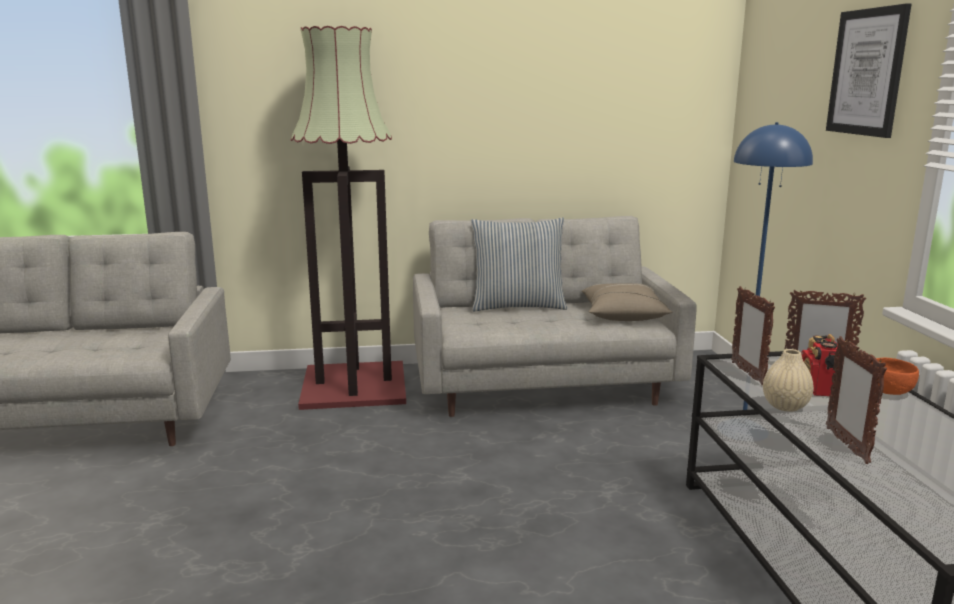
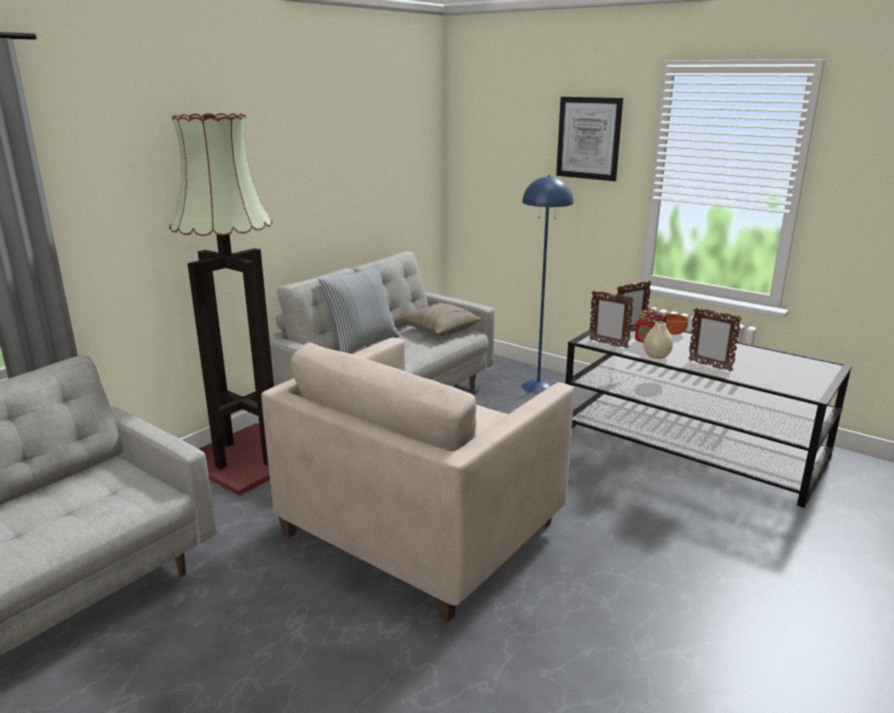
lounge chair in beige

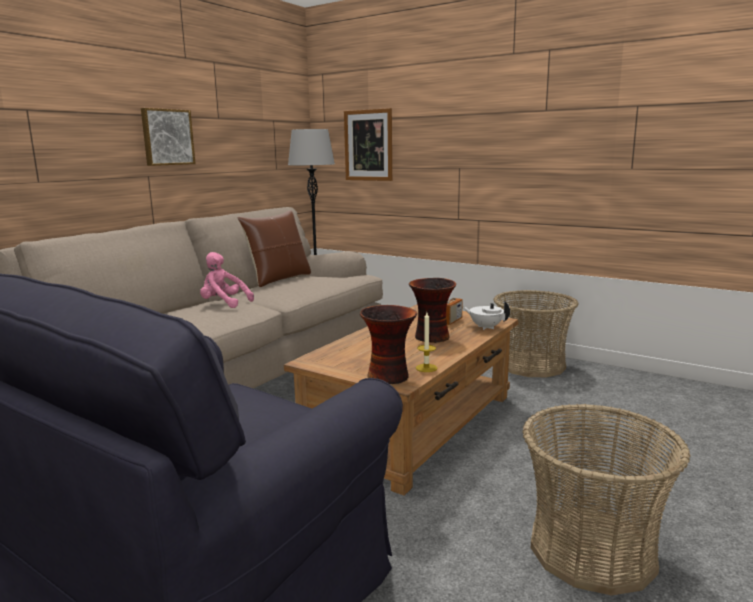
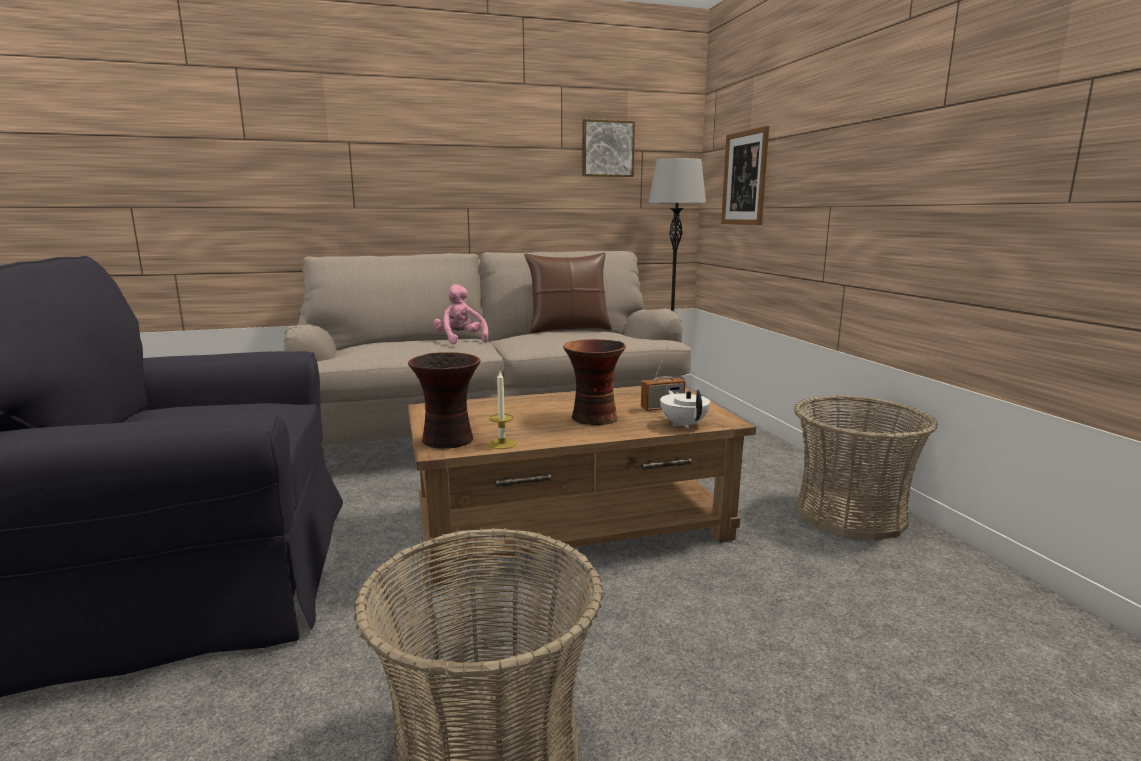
wall picture (no. 1 from left)

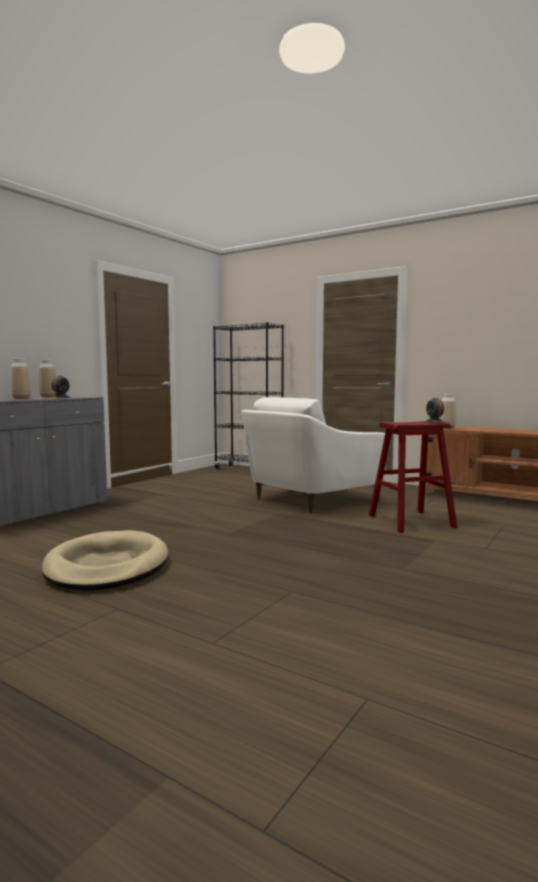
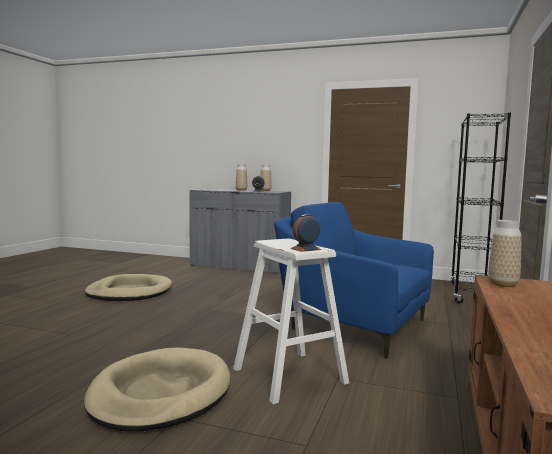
dog bed in beige (no. 2 from left)
lounge chair in blue
stool seat in white-coloured

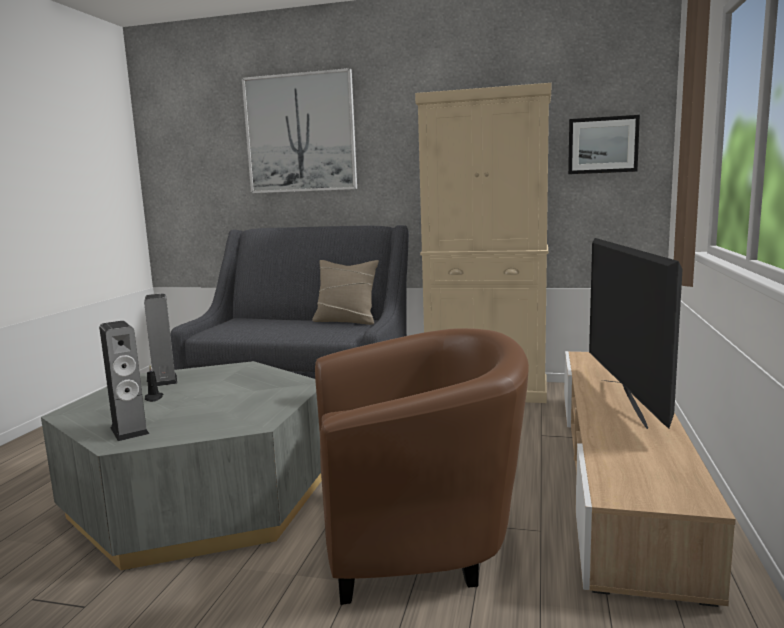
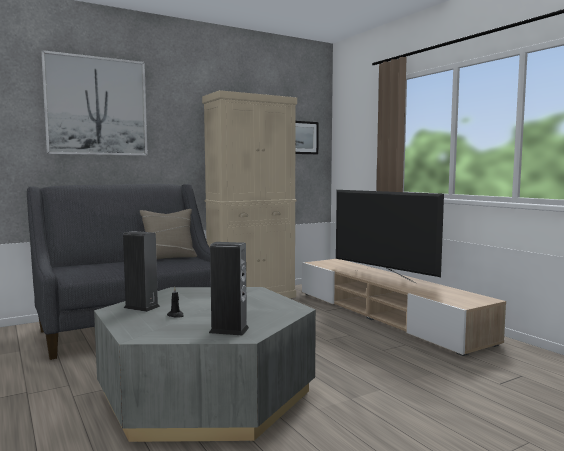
lounge chair in brownish

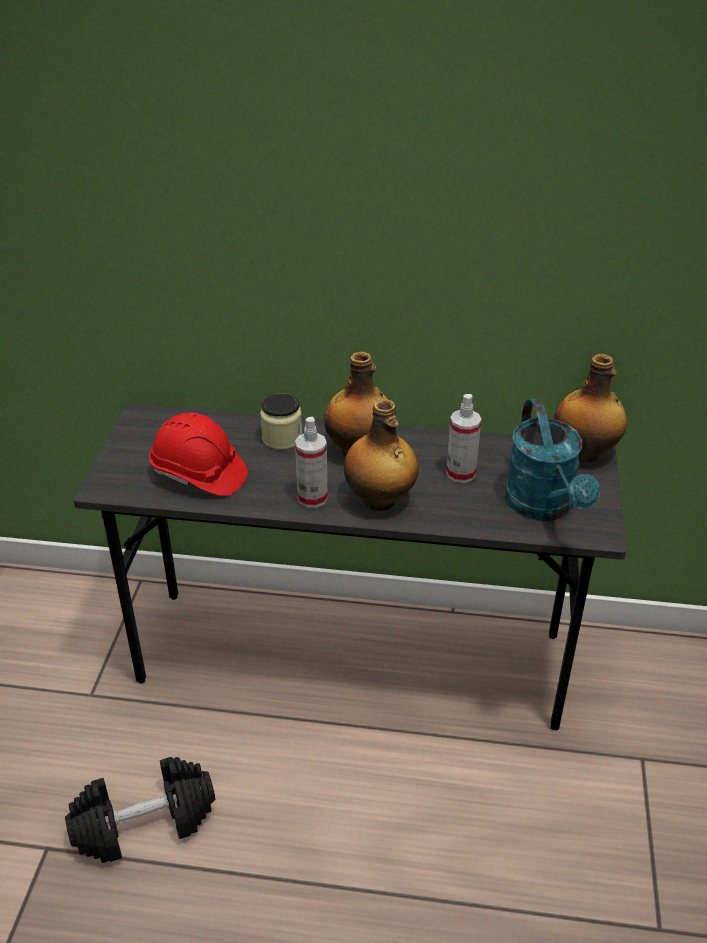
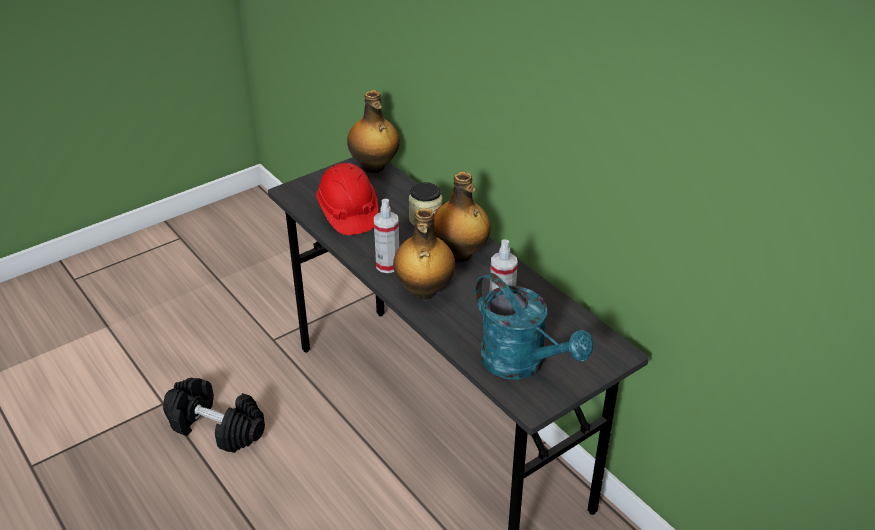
bottle (no. 1 from left)
sprinkling can in blue-green

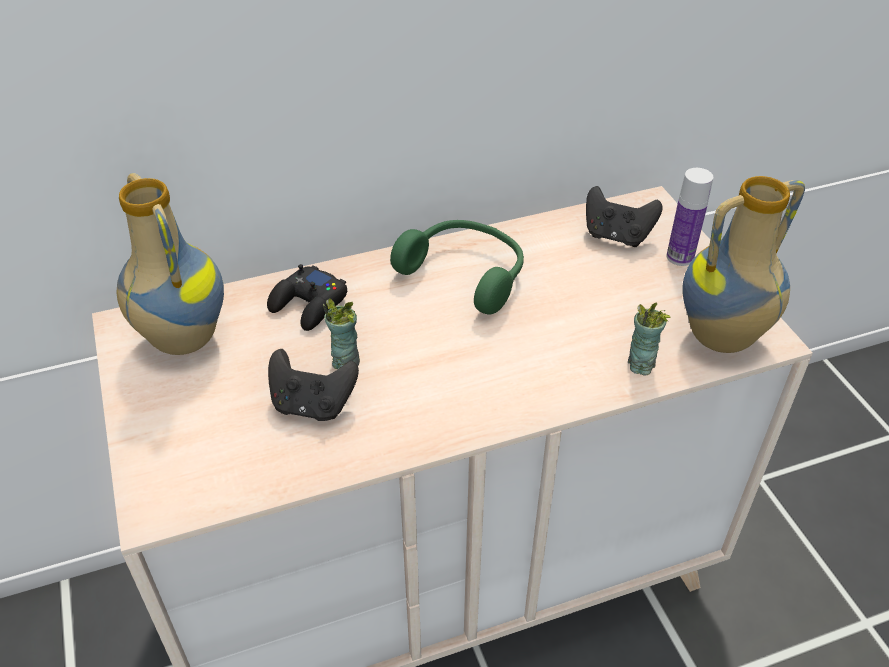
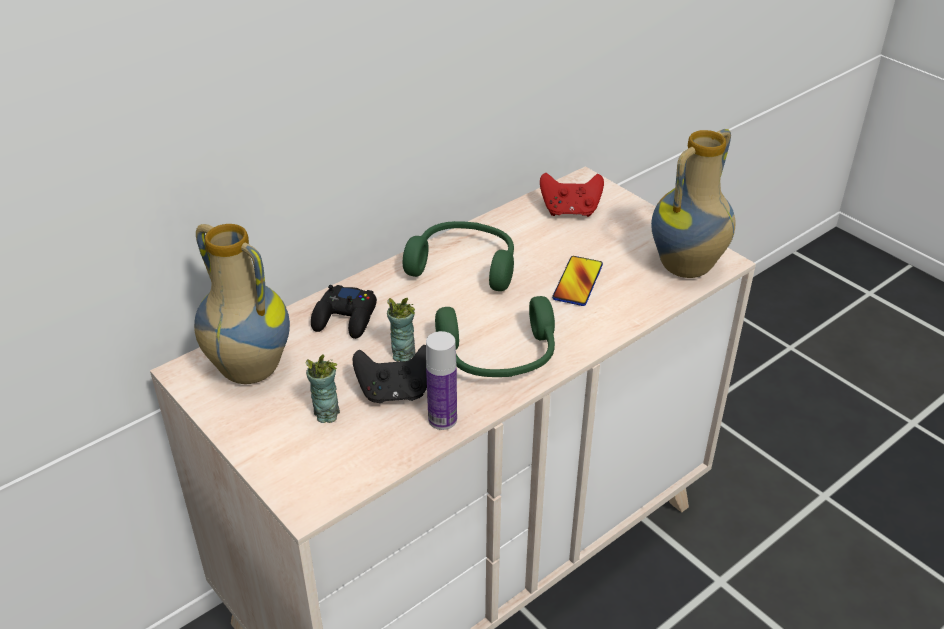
pair of headphones in greenish (no. 2 from left)
handset
cup (no. 1 from left)
bottle
joypad in red

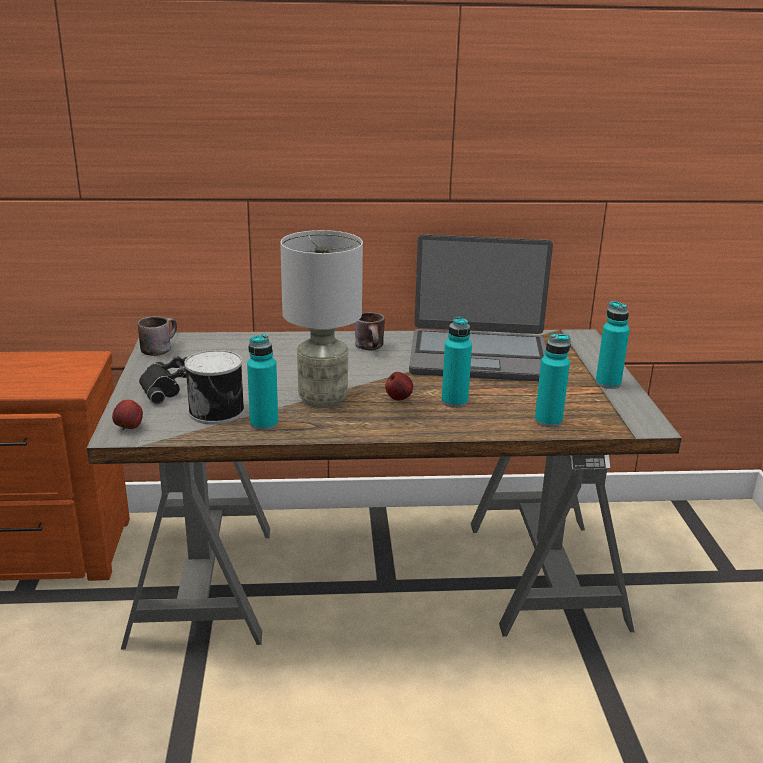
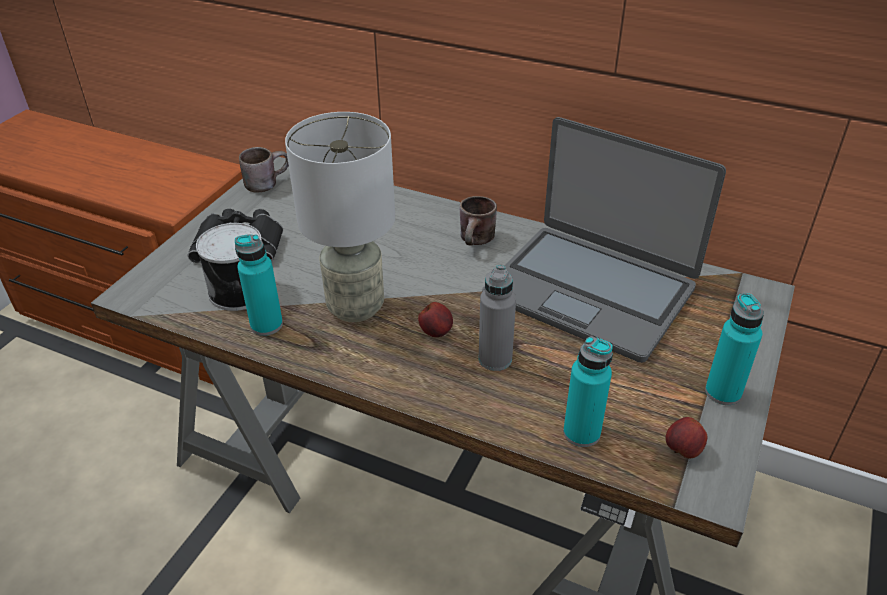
apple fruit (no. 2 from left)
bottle in grey

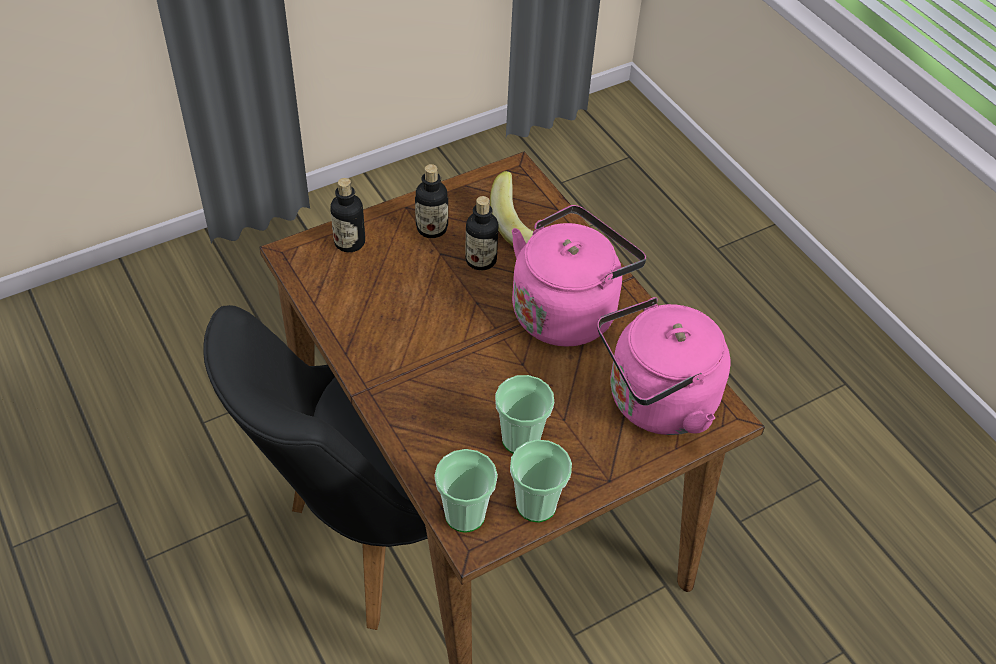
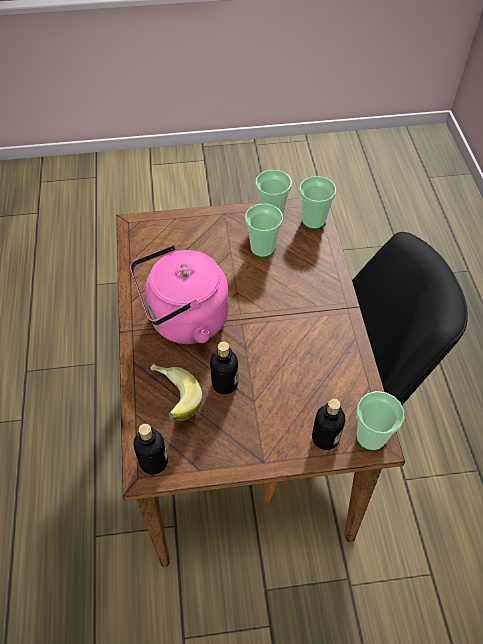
water kettle in pink-coloured (no. 2 from left in the first image)
cup (no. 4 from left)
bottle (no. 1 from left)

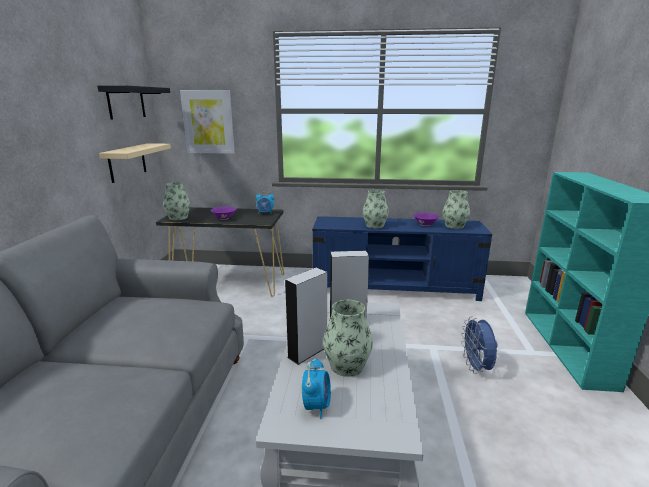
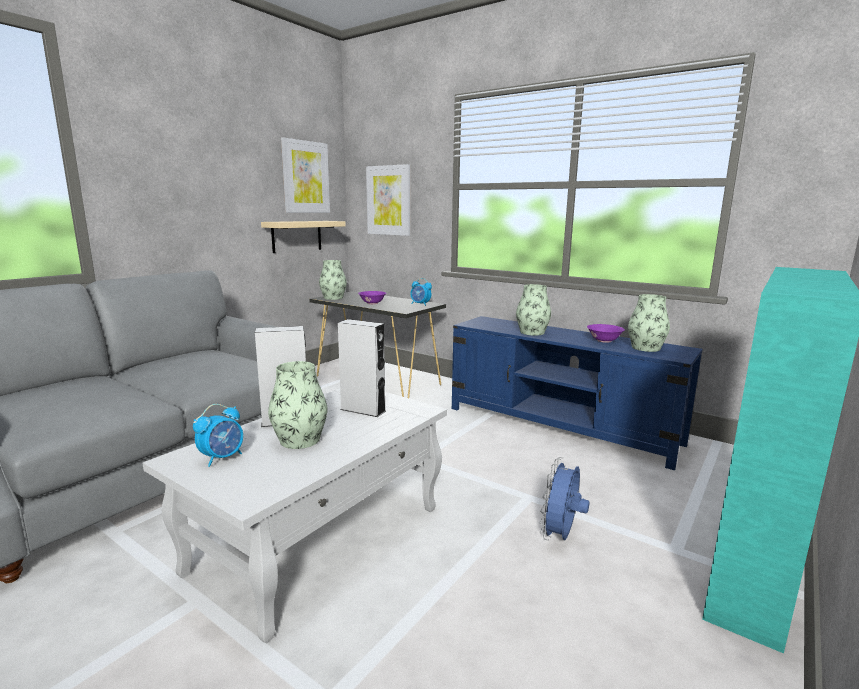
wall picture (no. 1 from left)

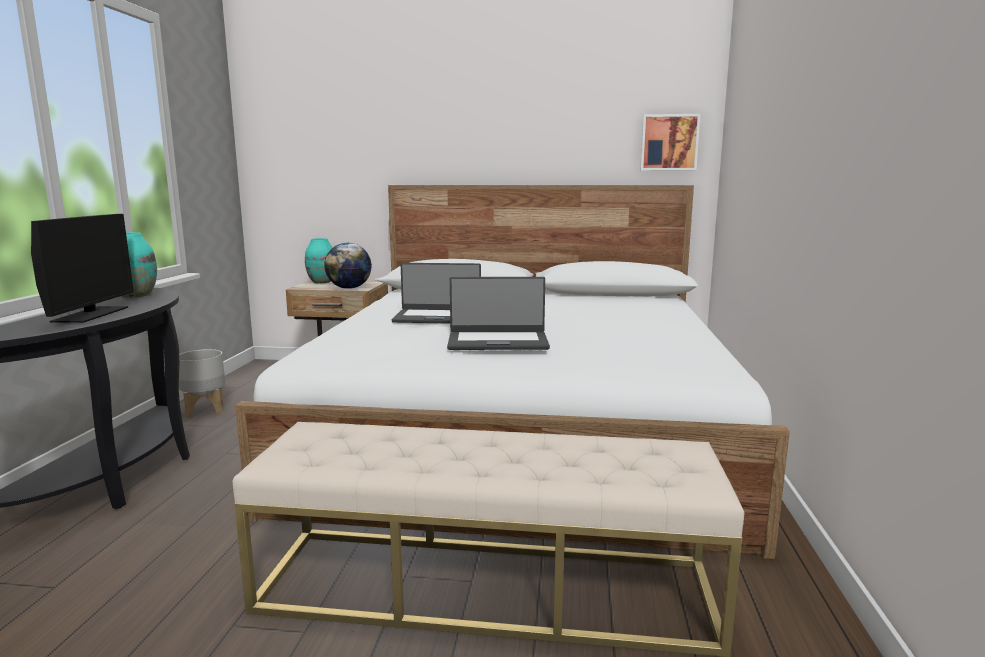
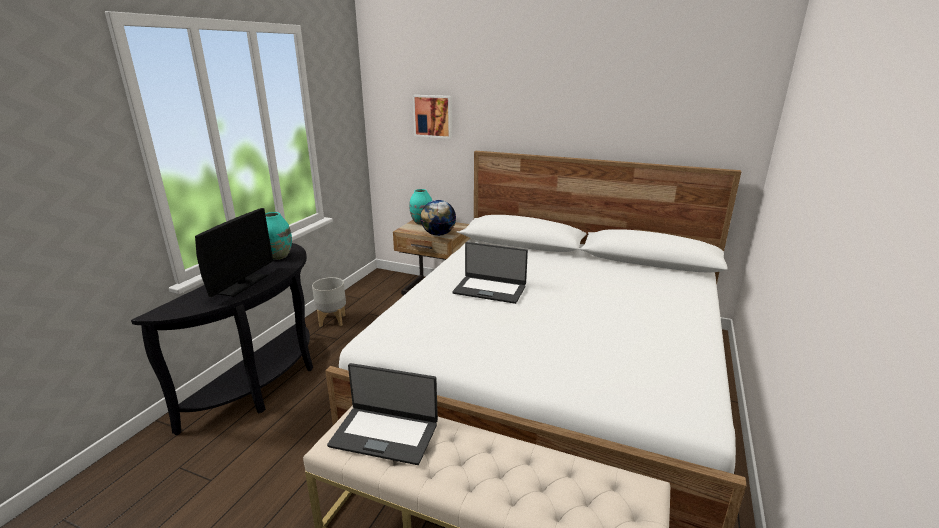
notebook computer (no. 1 from left)
wall picture

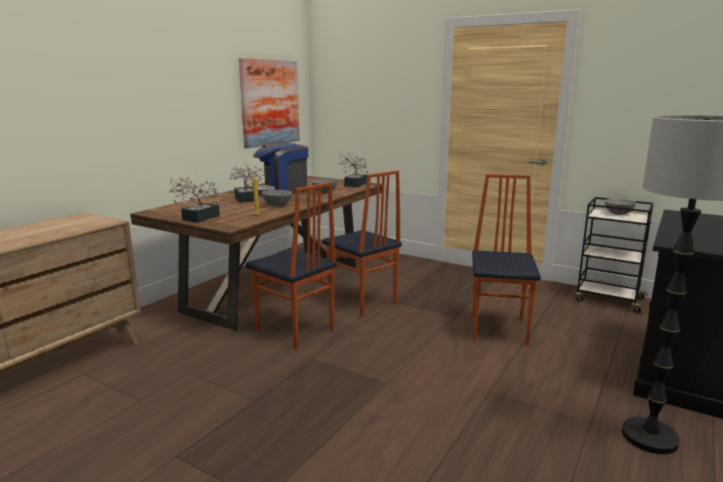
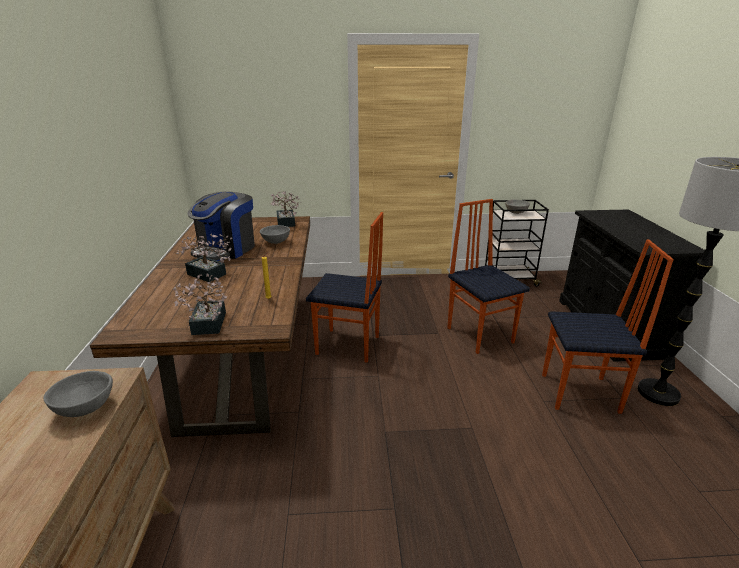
wall picture
chair (no. 3 from left)
serving bowl in grey (no. 1 from left)

